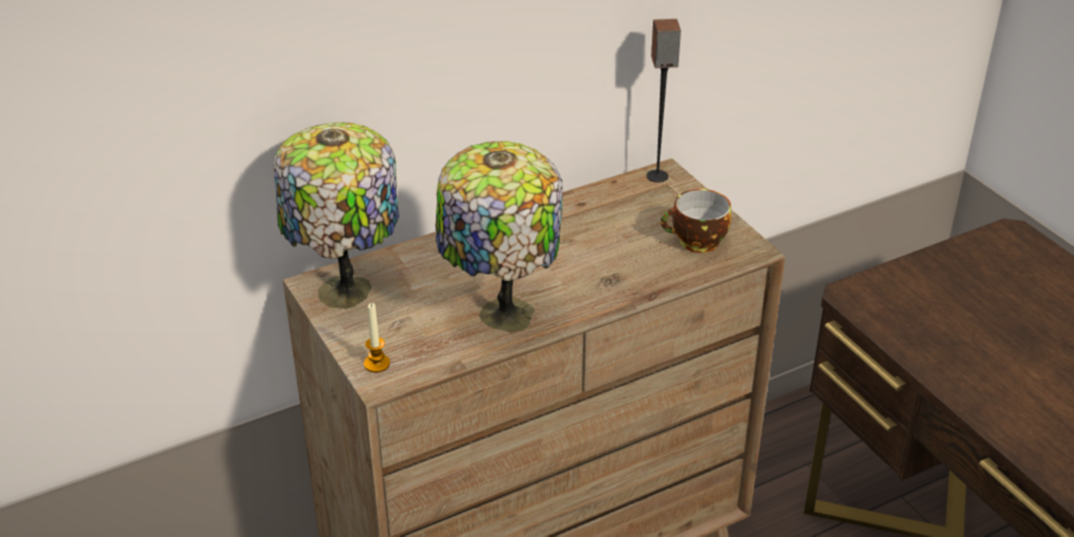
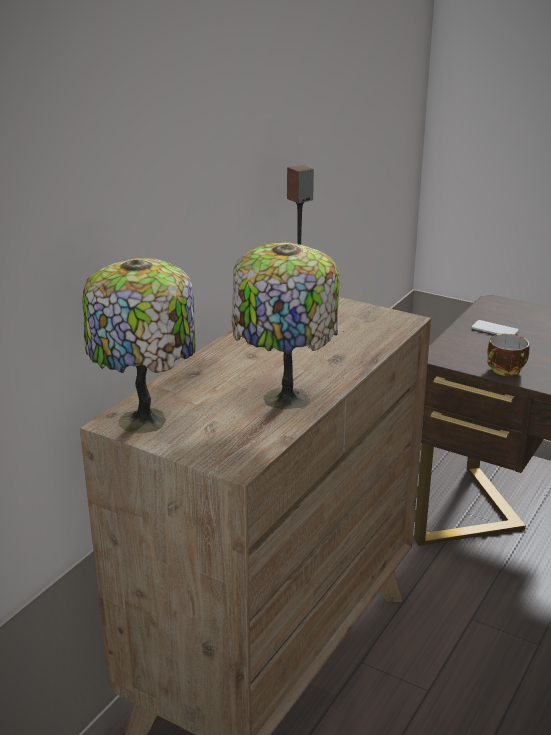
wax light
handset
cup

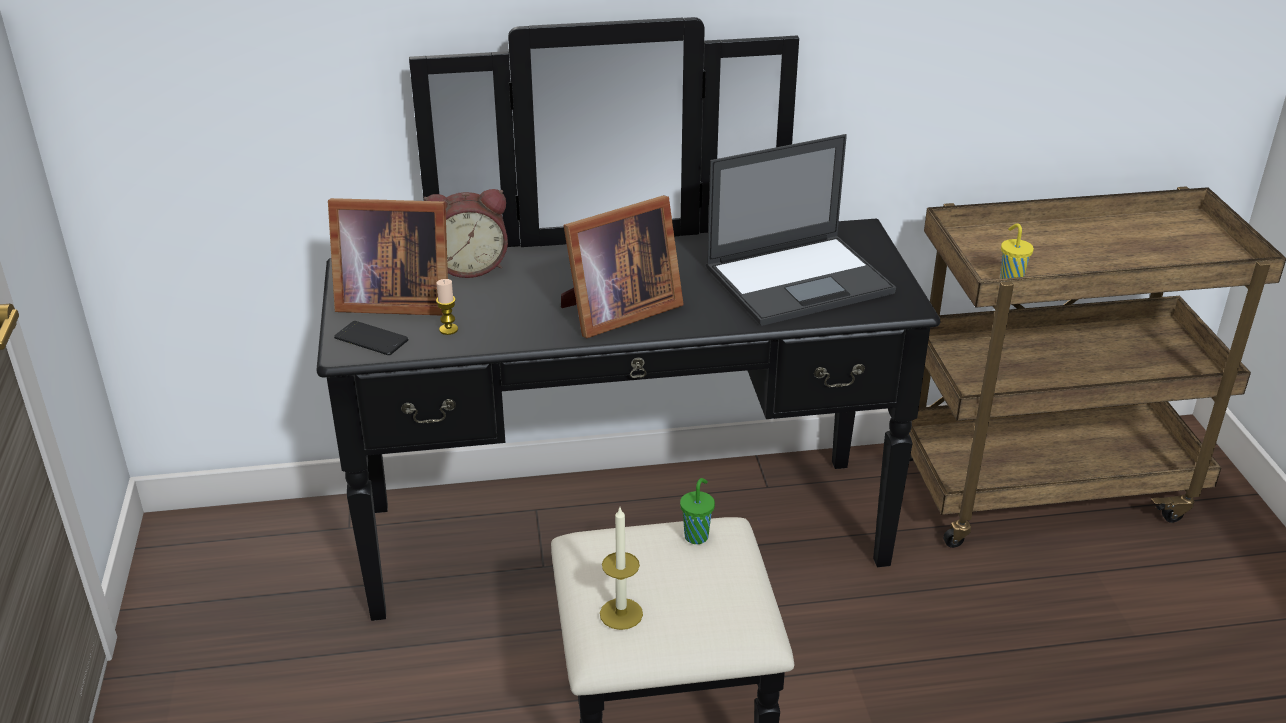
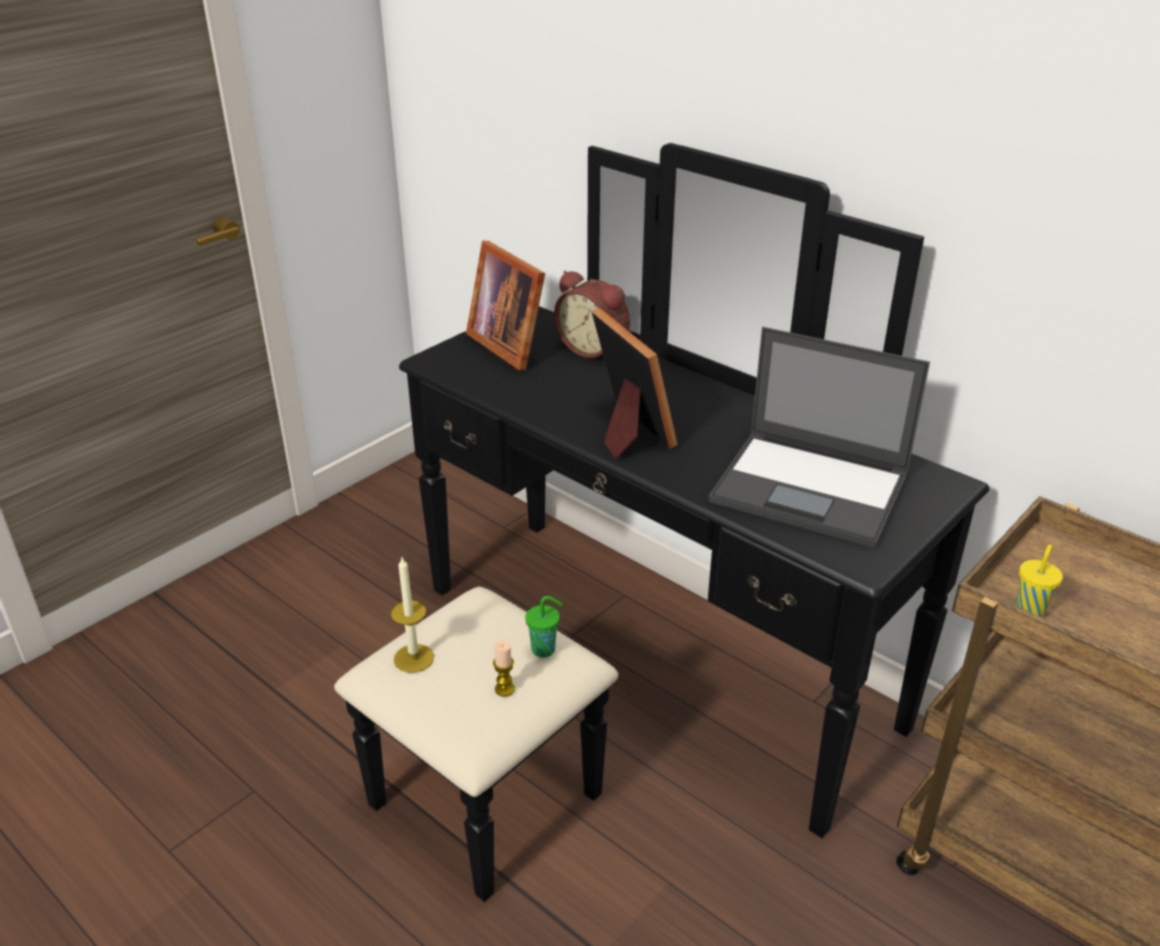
handset
wax light (no. 2 from left)
standing frame (no. 2 from left)

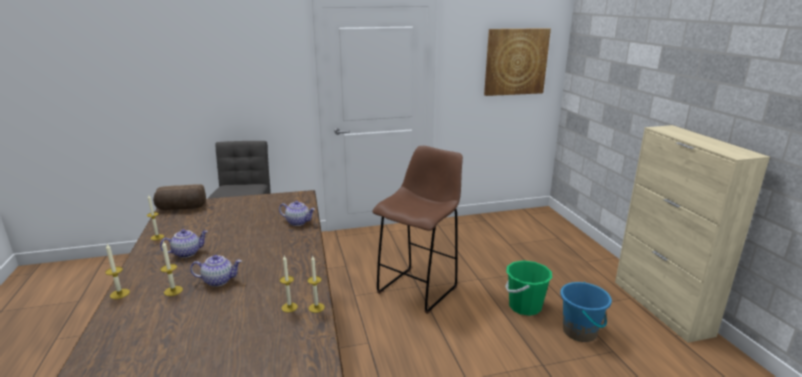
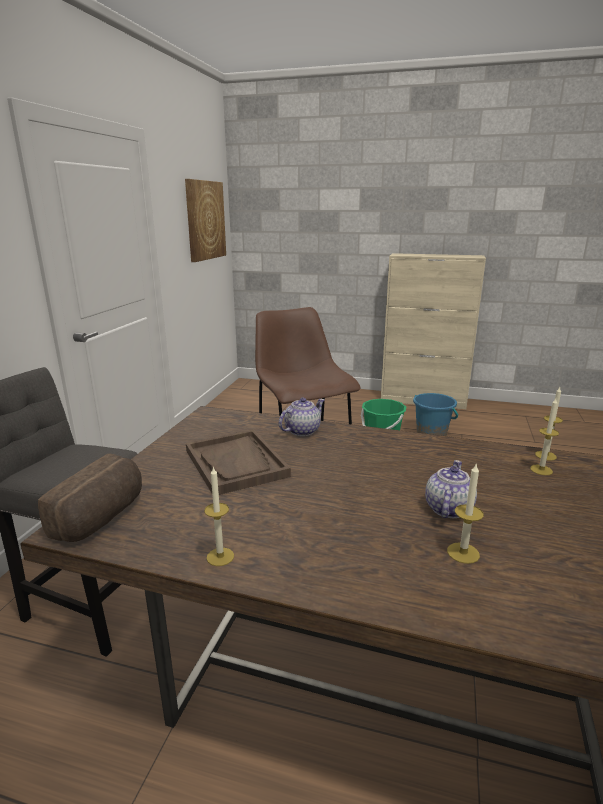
wax light (no. 1 from left in the first image)
tea pot (no. 1 from left in the first image)
serving tray in brownish

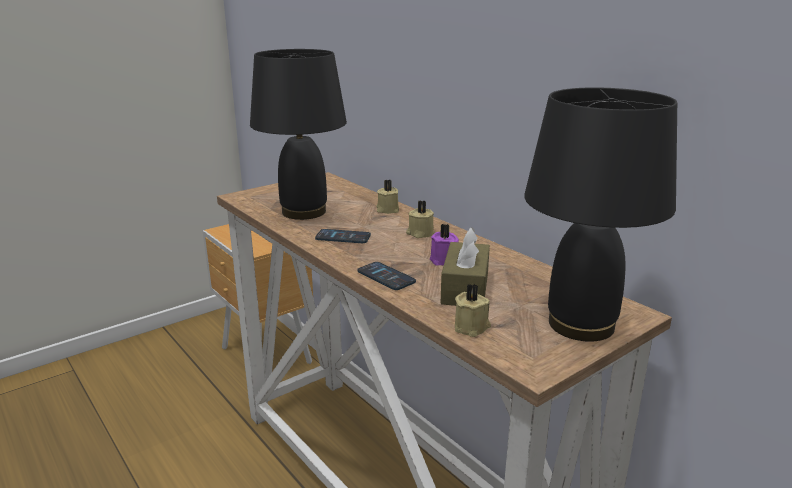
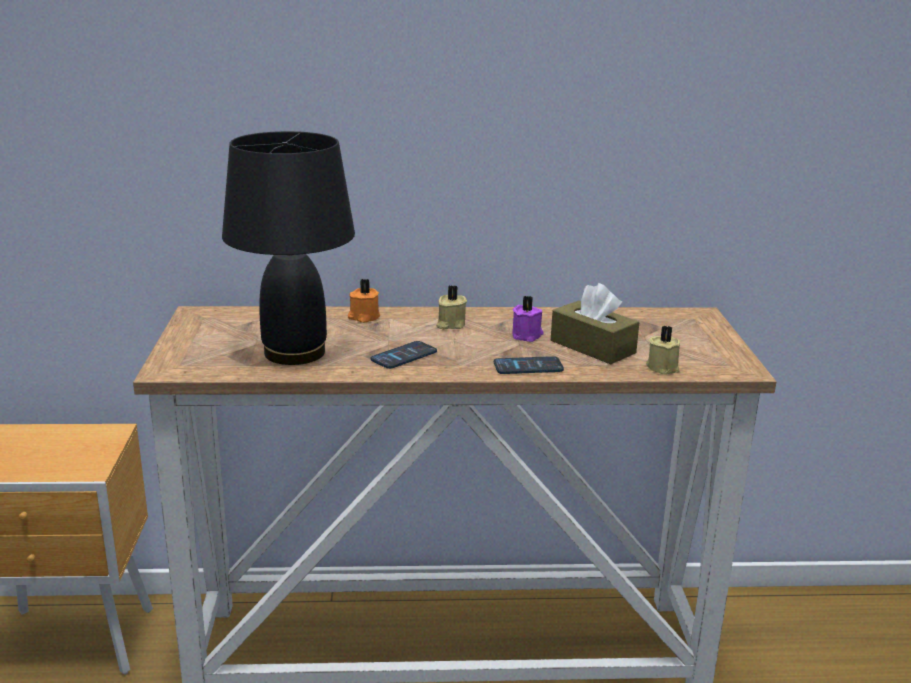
lamp for a table in black-coloured (no. 2 from left in the first image)
wax light in orange

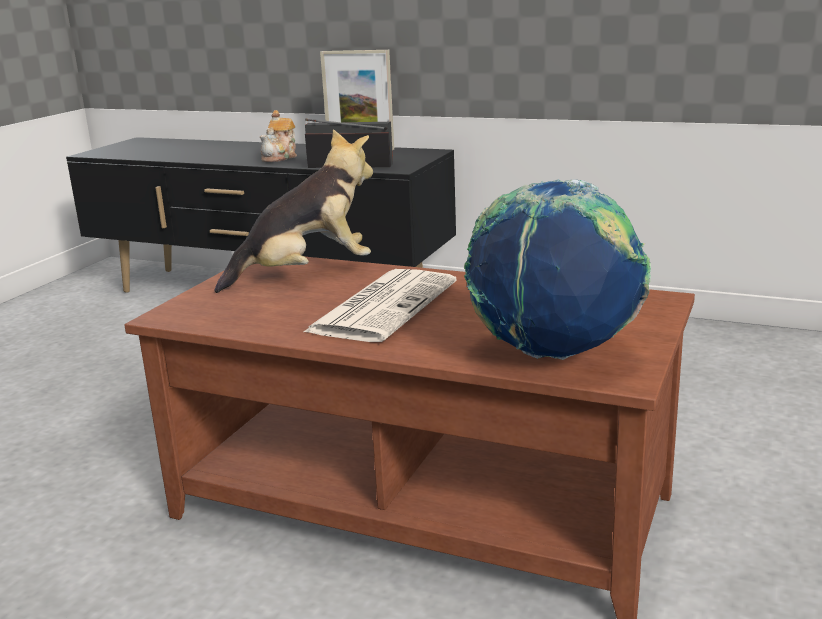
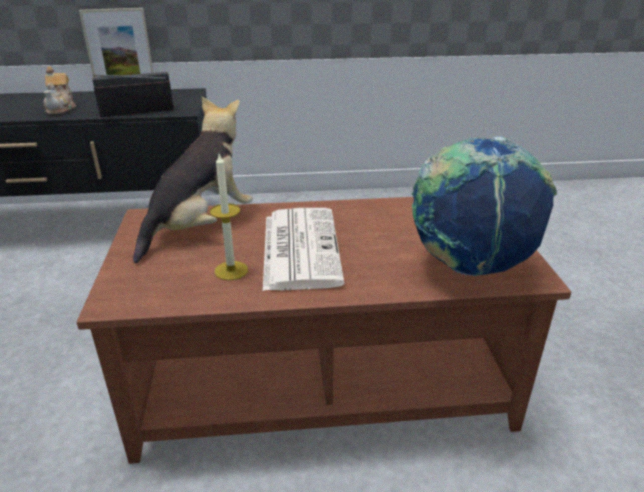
wax light

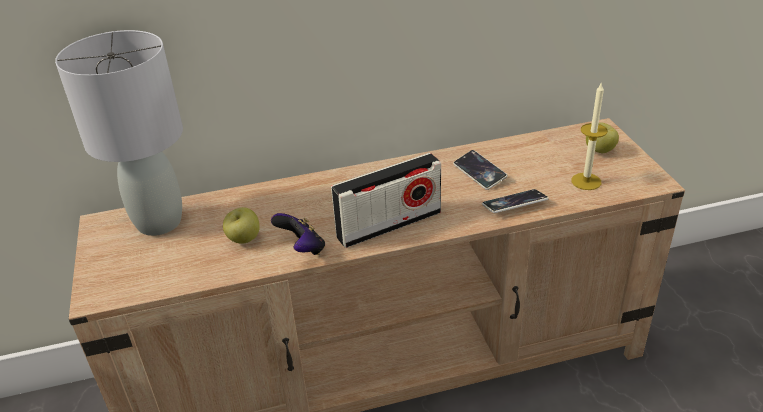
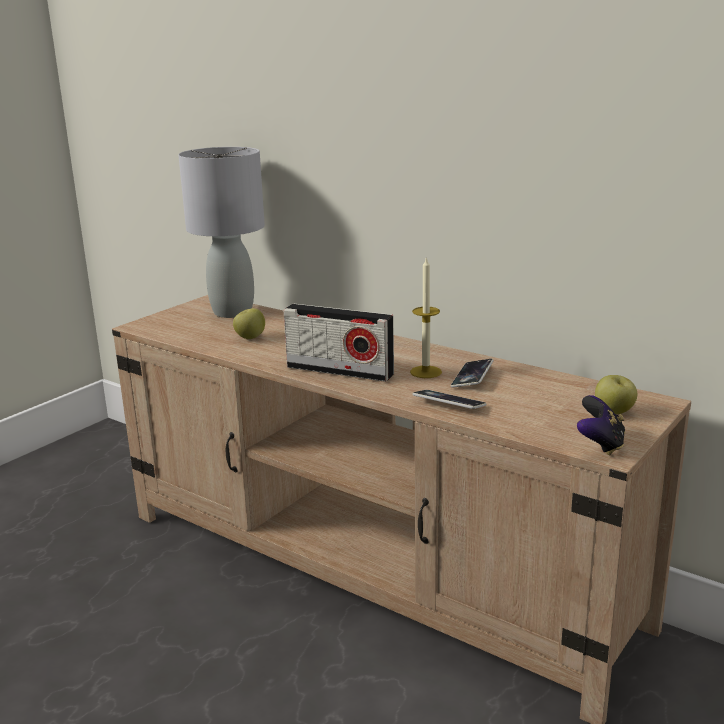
joypad
wax light

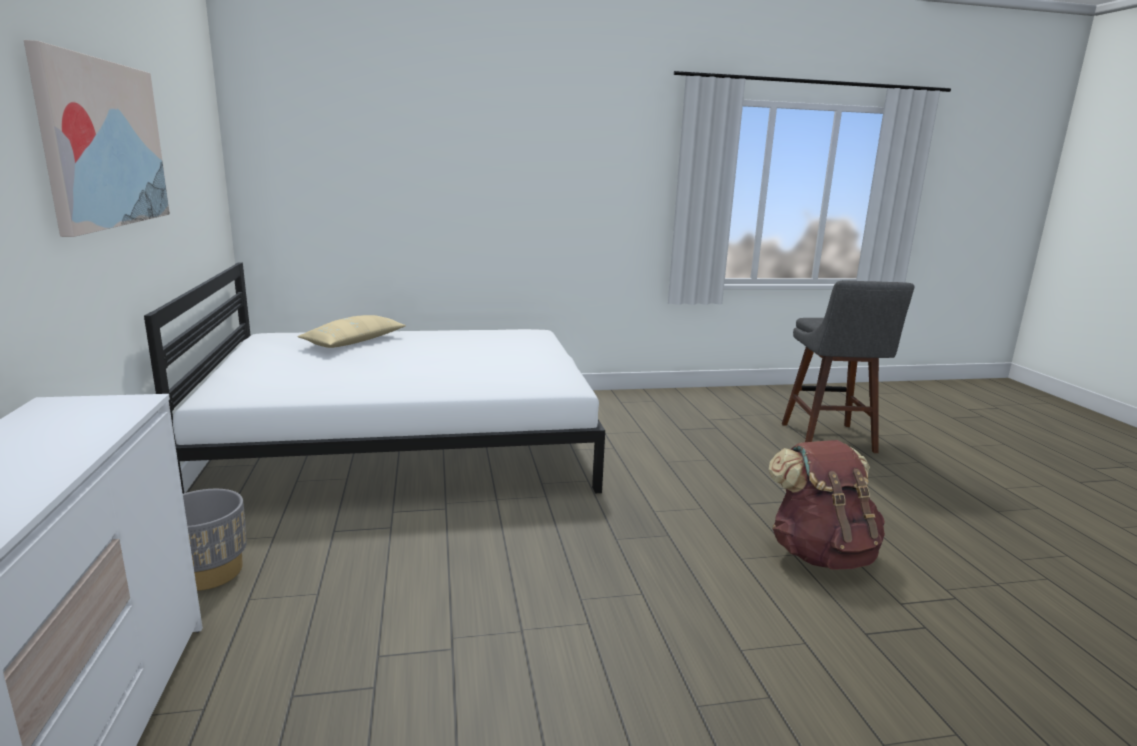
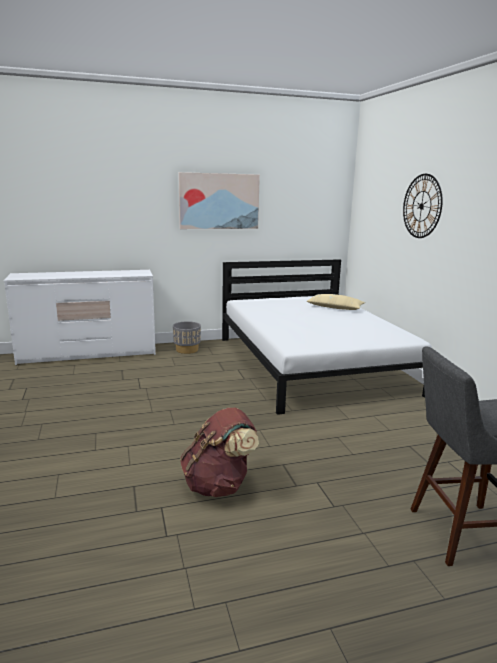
clock on the wall

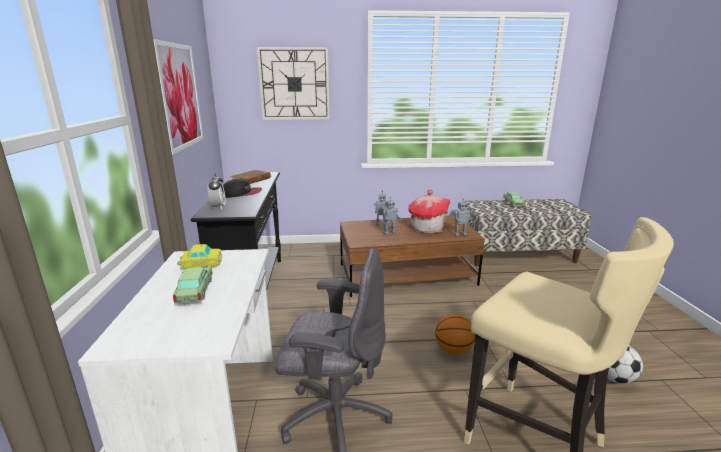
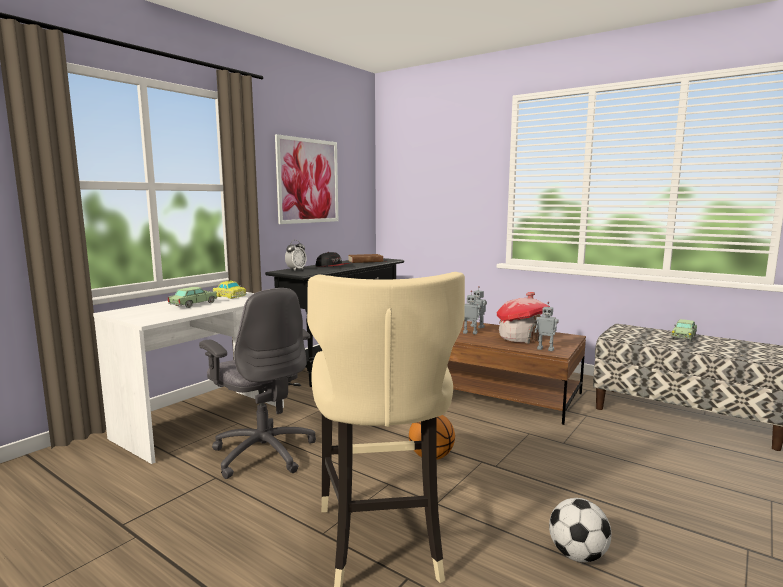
clock on the wall

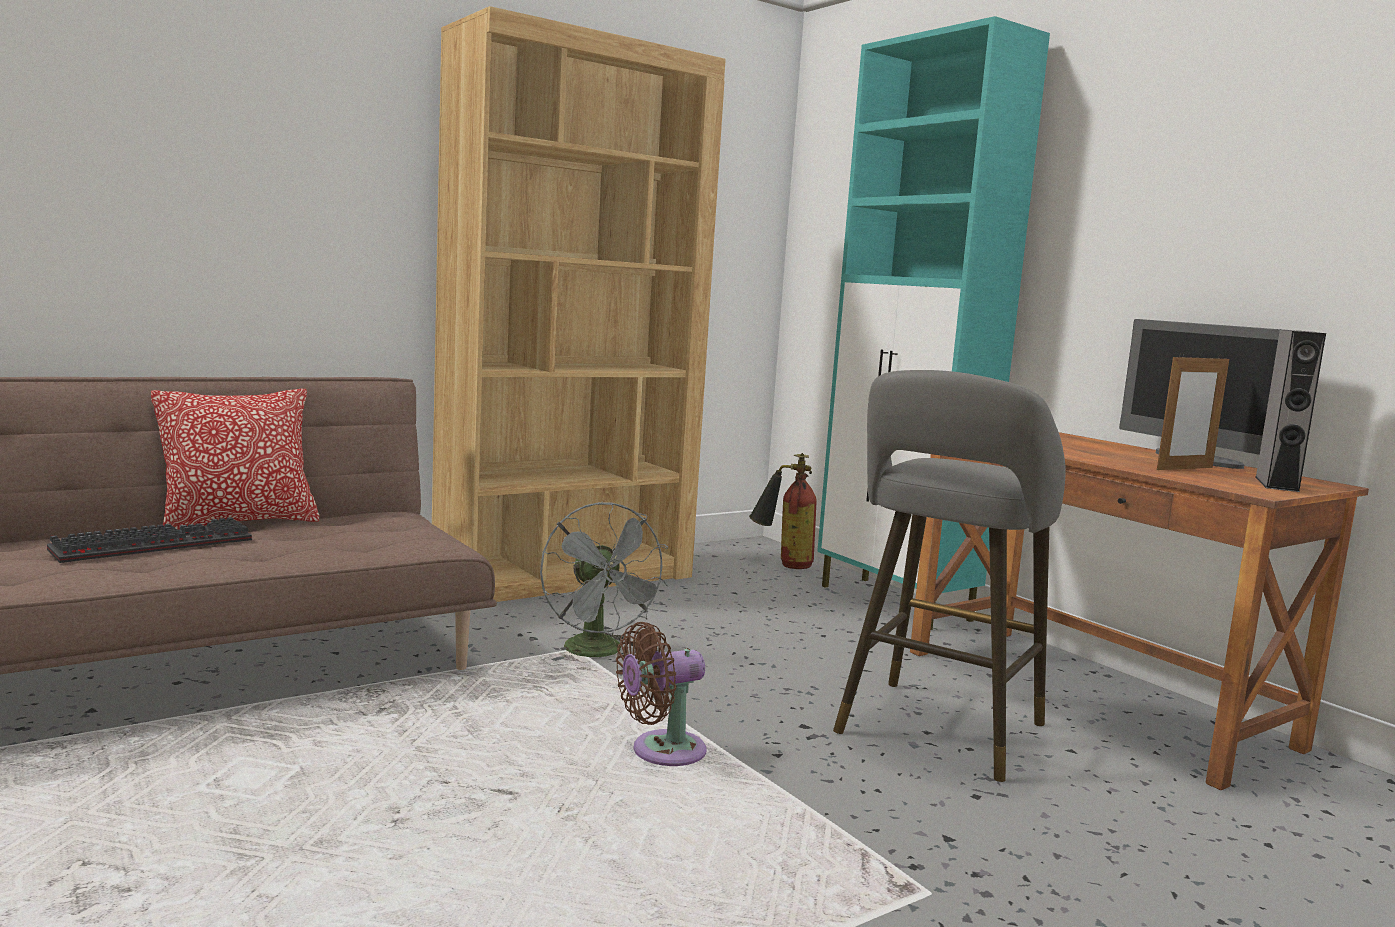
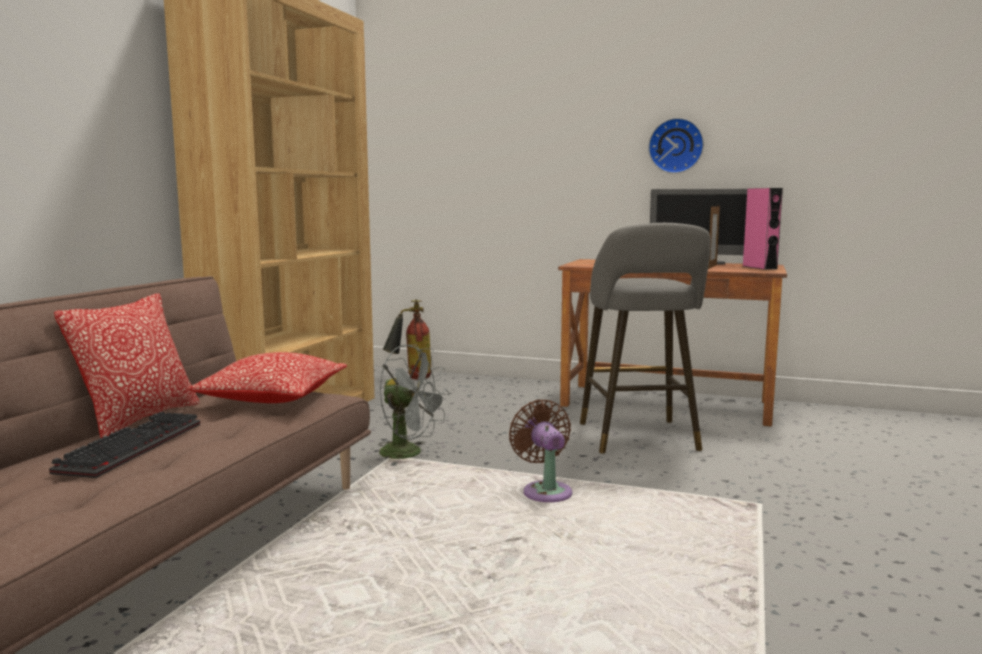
cabinet in blue-green
throw pillow (no. 2 from left)
clock on the wall
loudspeaker in pink-coloured
fan in brownish

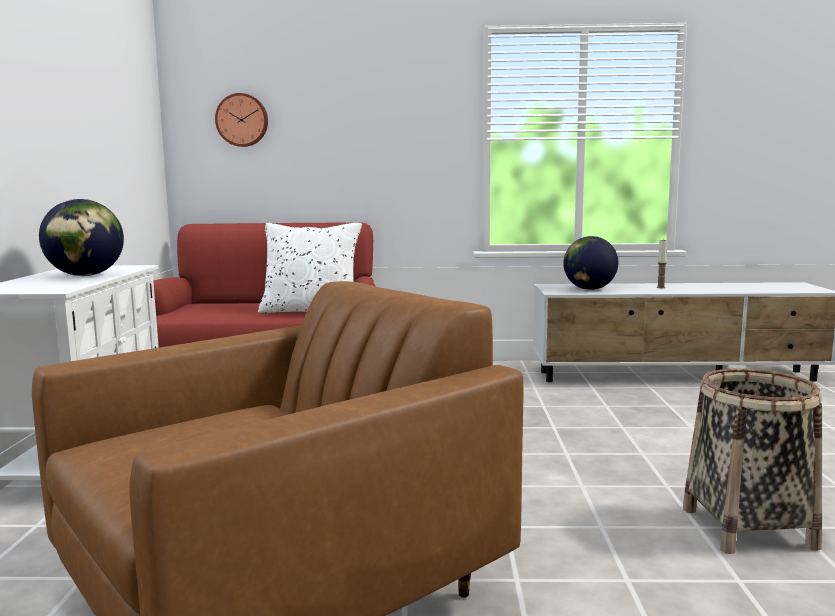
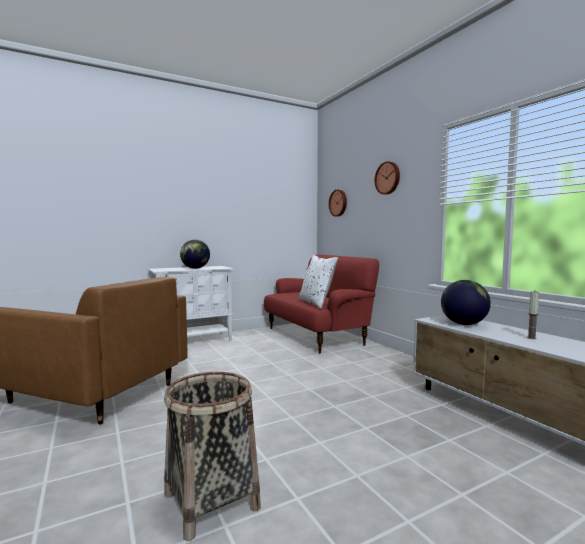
clock on the wall (no. 2 from left)

